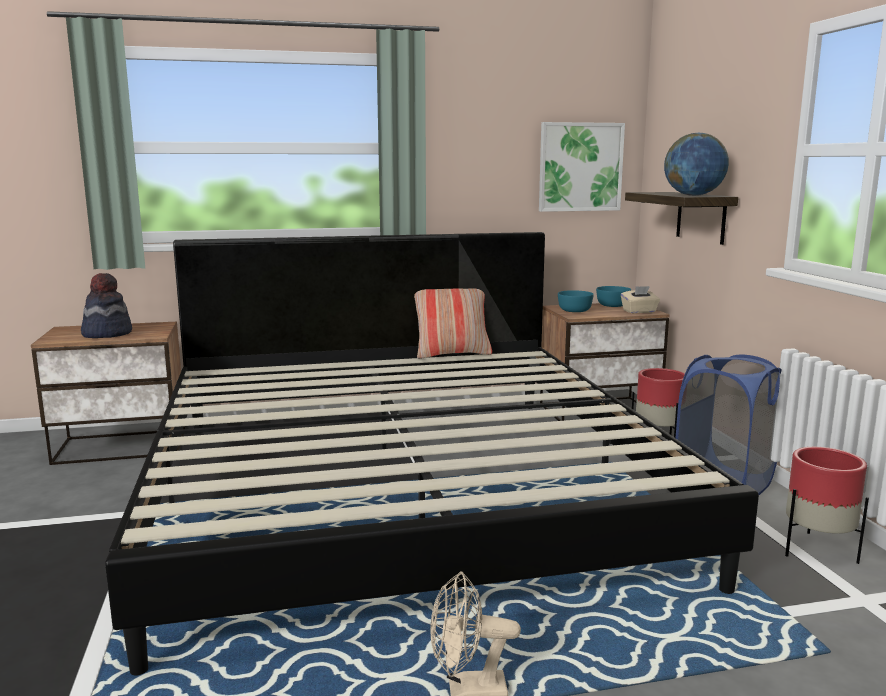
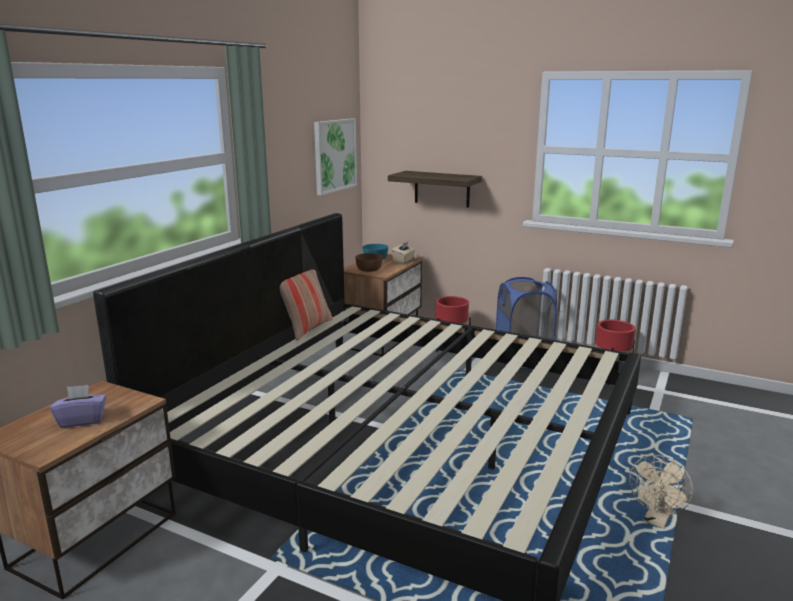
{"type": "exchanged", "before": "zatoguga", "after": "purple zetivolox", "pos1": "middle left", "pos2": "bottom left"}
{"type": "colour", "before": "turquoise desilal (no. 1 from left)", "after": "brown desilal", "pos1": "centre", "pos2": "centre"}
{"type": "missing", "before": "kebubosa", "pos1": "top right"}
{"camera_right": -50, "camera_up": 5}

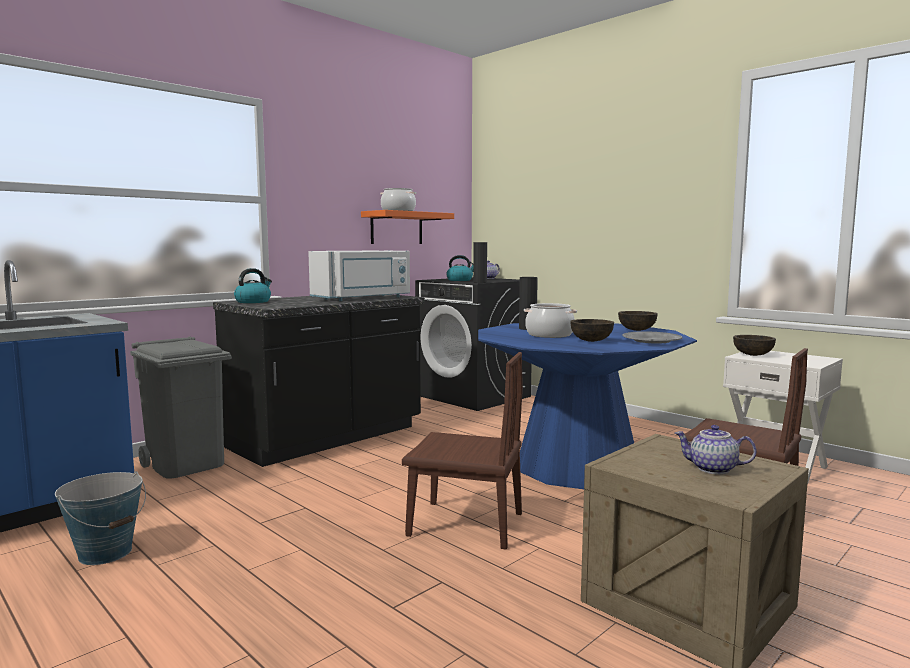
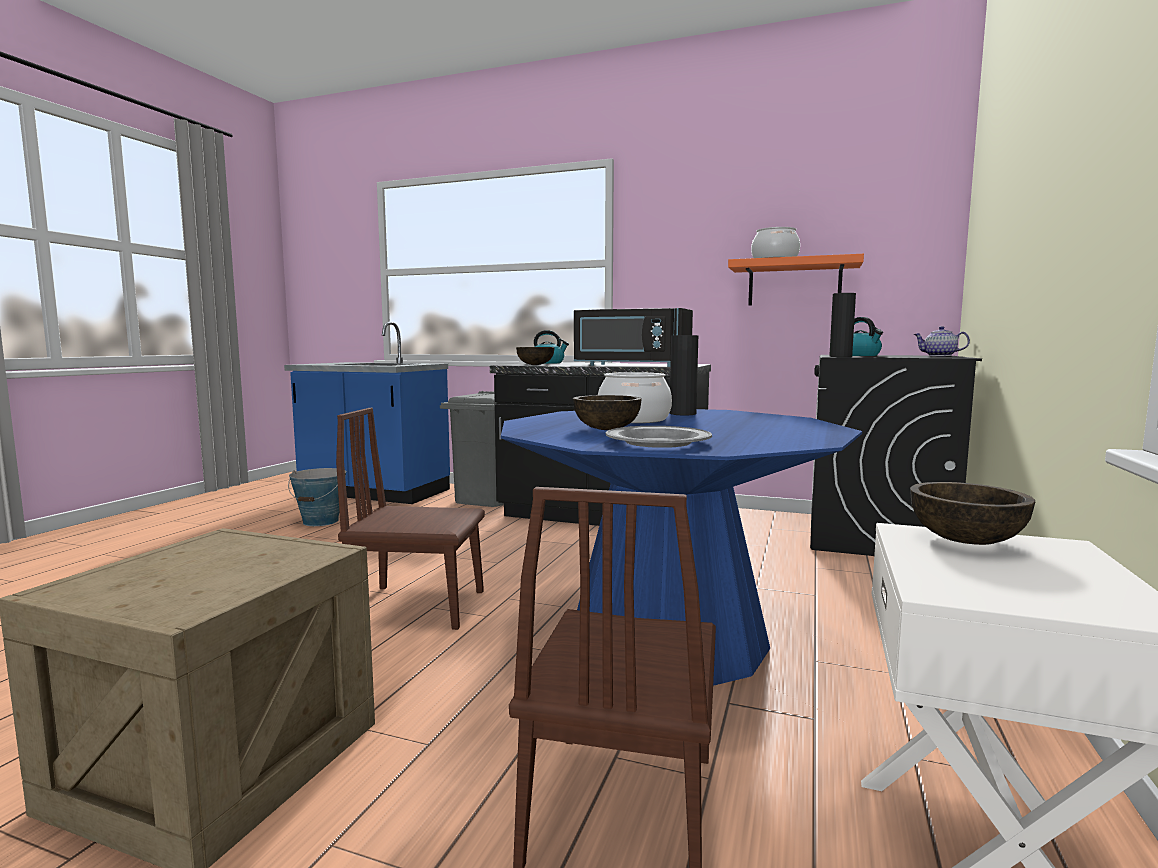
{"type": "colour", "before": "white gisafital", "after": "black gisafital", "pos1": "centre", "pos2": "centre"}
{"type": "spun", "before": "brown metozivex (no. 1 from left)", "pos1": "bottom centre", "pos2": "centre", "turn": 105}
{"type": "relocated", "before": "brown desilal (no. 2 from left in the first image)", "after": "brown desilal (no. 1 from left)", "pos1": "middle right", "pos2": "centre"}
{"type": "missing", "before": "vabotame (no. 2 from left)", "pos1": "bottom right"}
{"camera_right": 65, "camera_up": 0}

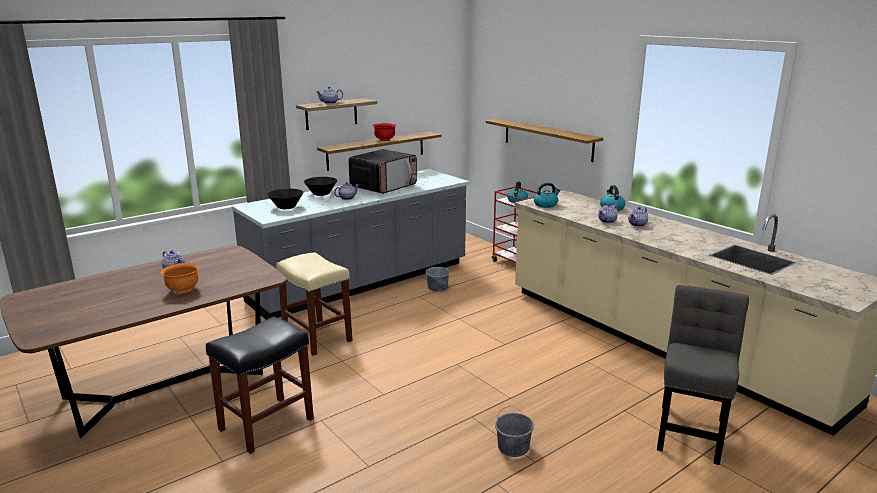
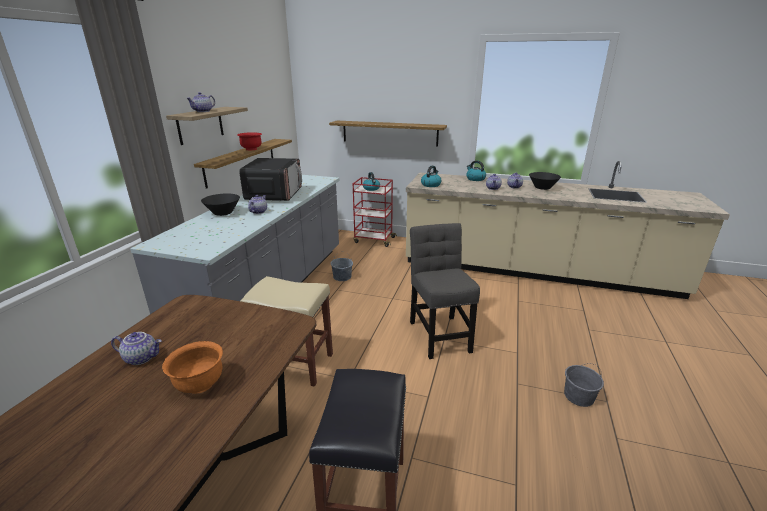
{"type": "relocated", "before": "black desilal (no. 1 from left in the first image)", "after": "black desilal (no. 2 from left)", "pos1": "middle left", "pos2": "middle right"}
{"type": "relocated", "before": "grey metozivex", "pos1": "bottom right", "pos2": "centre"}
{"camera_right": -35, "camera_up": 5}

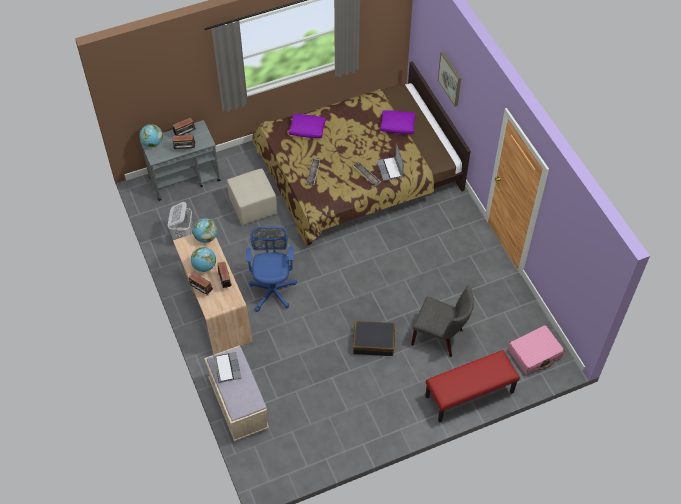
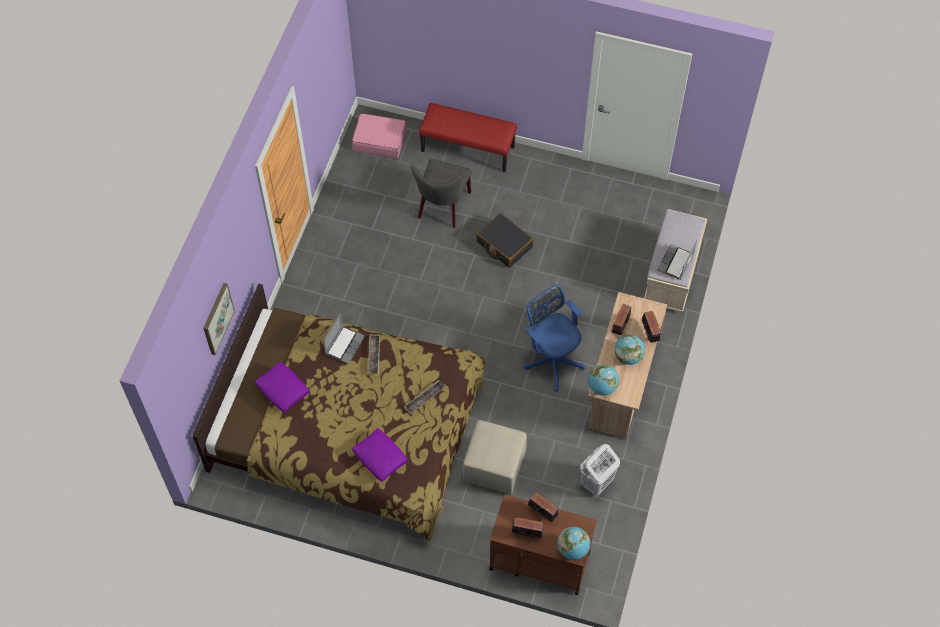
{"type": "colour", "before": "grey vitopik", "after": "brown vitopik", "pos1": "top left", "pos2": "bottom centre"}
{"type": "spun", "before": "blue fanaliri", "pos1": "centre", "pos2": "centre", "turn": 105}
{"type": "spun", "before": "grey metozivex", "pos1": "centre", "pos2": "top centre", "turn": -135}
{"camera_right": -140, "camera_up": 5}

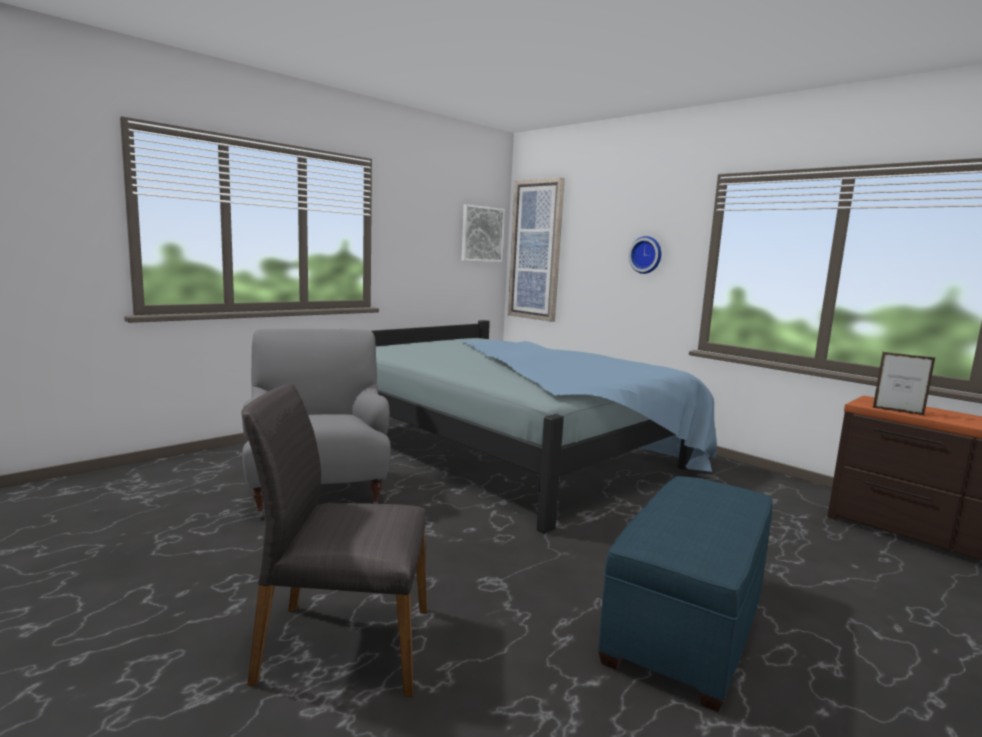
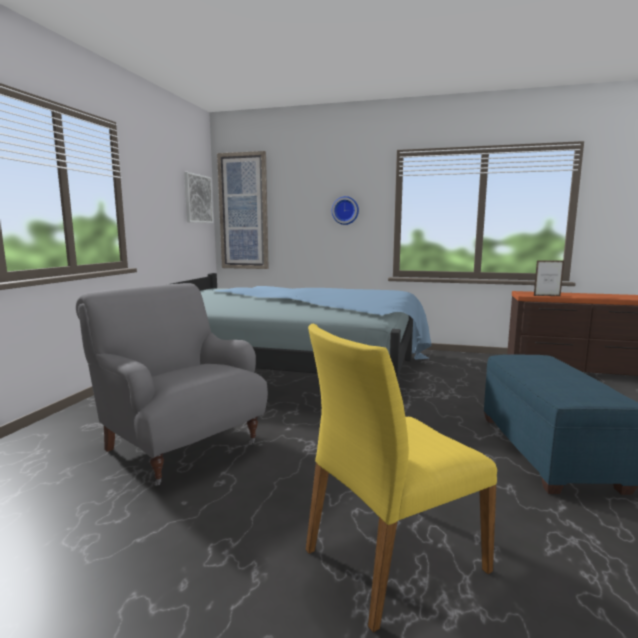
{"type": "colour", "before": "grey metozivex", "after": "yellow metozivex", "pos1": "bottom centre", "pos2": "bottom centre"}
{"camera_right": -30, "camera_up": 0}

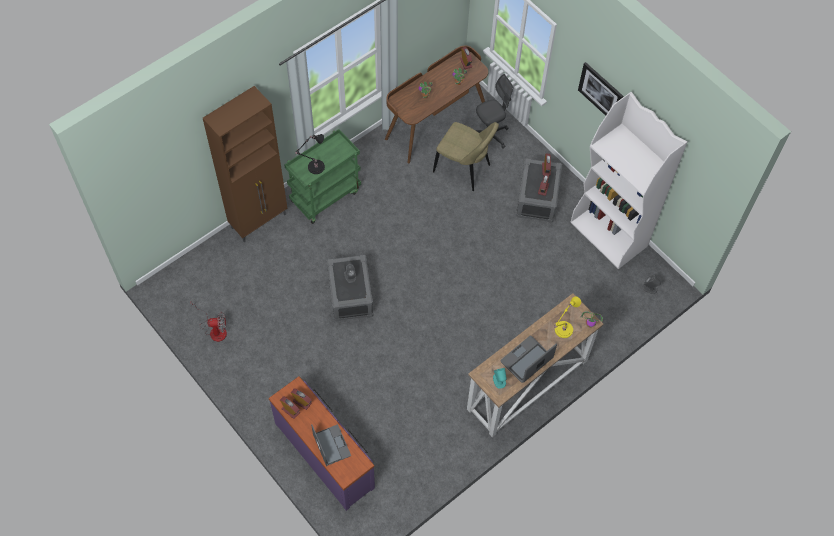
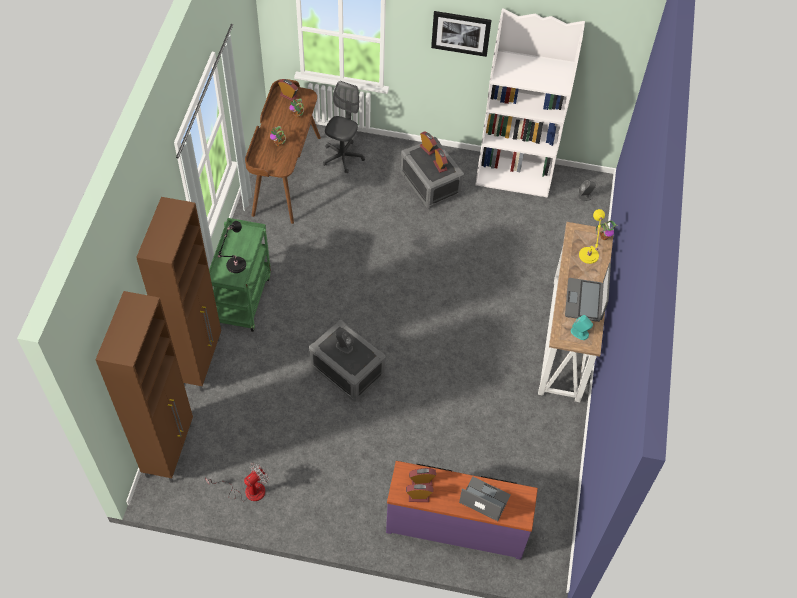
{"type": "missing", "before": "beige metozivex", "pos1": "top centre"}
{"type": "appeared", "after": "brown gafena (no. 1 from left)", "pos2": "middle left"}
{"camera_right": -40, "camera_up": -5}

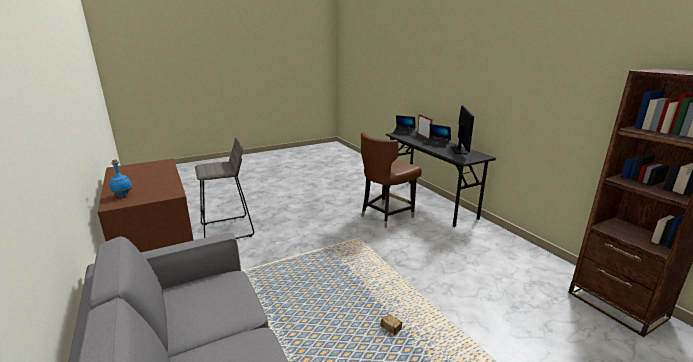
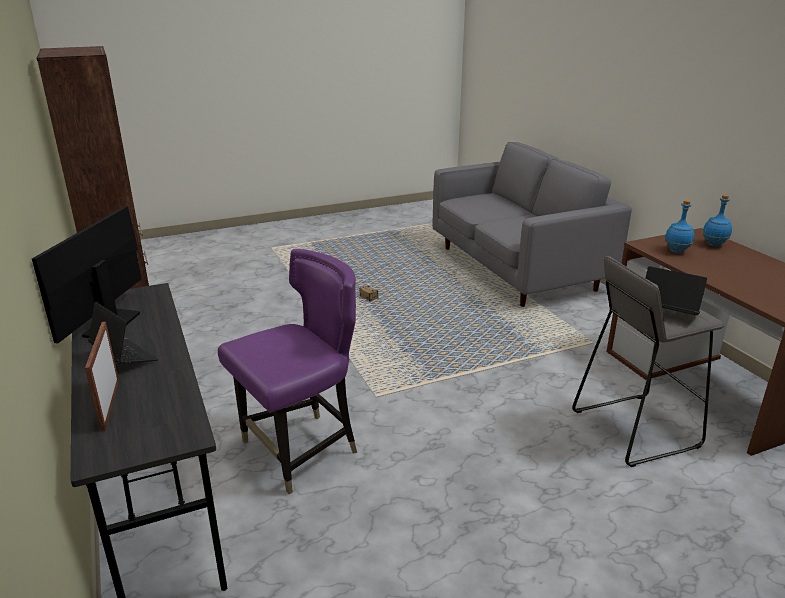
{"type": "colour", "before": "brown metozivex", "after": "purple metozivex", "pos1": "centre", "pos2": "centre"}
{"type": "relocated", "before": "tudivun (no. 1 from left in the first image)", "after": "tudivun (no. 2 from left)", "pos1": "centre", "pos2": "middle right"}
{"type": "appeared", "after": "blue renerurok (no. 1 from left)", "pos2": "middle right"}
{"camera_right": -175, "camera_up": 5}

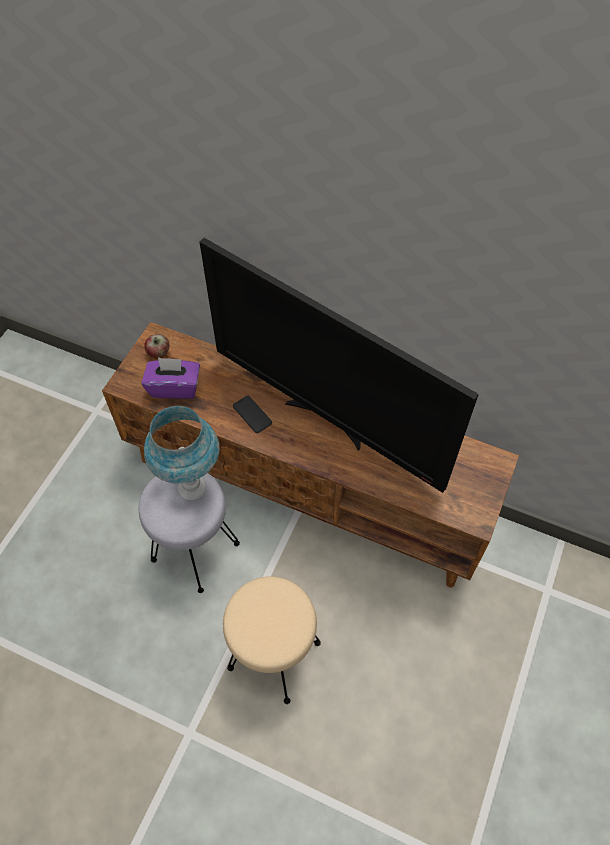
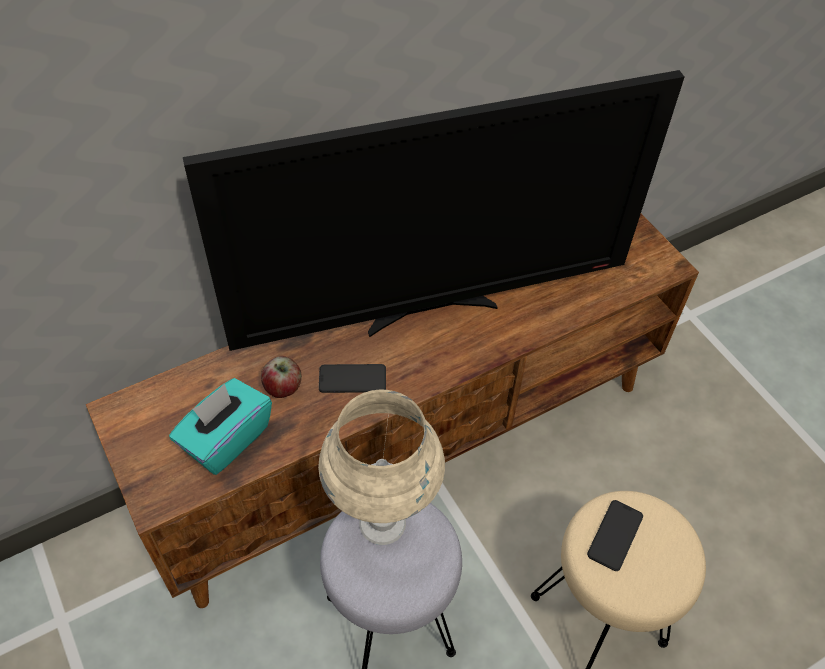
{"type": "colour", "before": "purple zetivolox", "after": "turquoise zetivolox", "pos1": "middle left", "pos2": "middle left"}
{"type": "relocated", "before": "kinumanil", "pos1": "middle left", "pos2": "centre"}
{"type": "colour", "before": "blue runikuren", "after": "beige runikuren", "pos1": "middle left", "pos2": "bottom centre"}
{"type": "appeared", "after": "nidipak (no. 2 from left)", "pos2": "bottom right"}
{"camera_right": -55, "camera_up": -5}

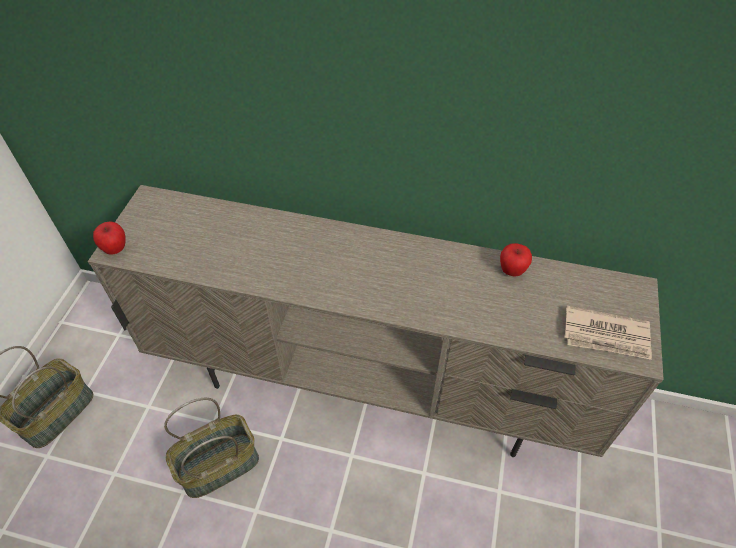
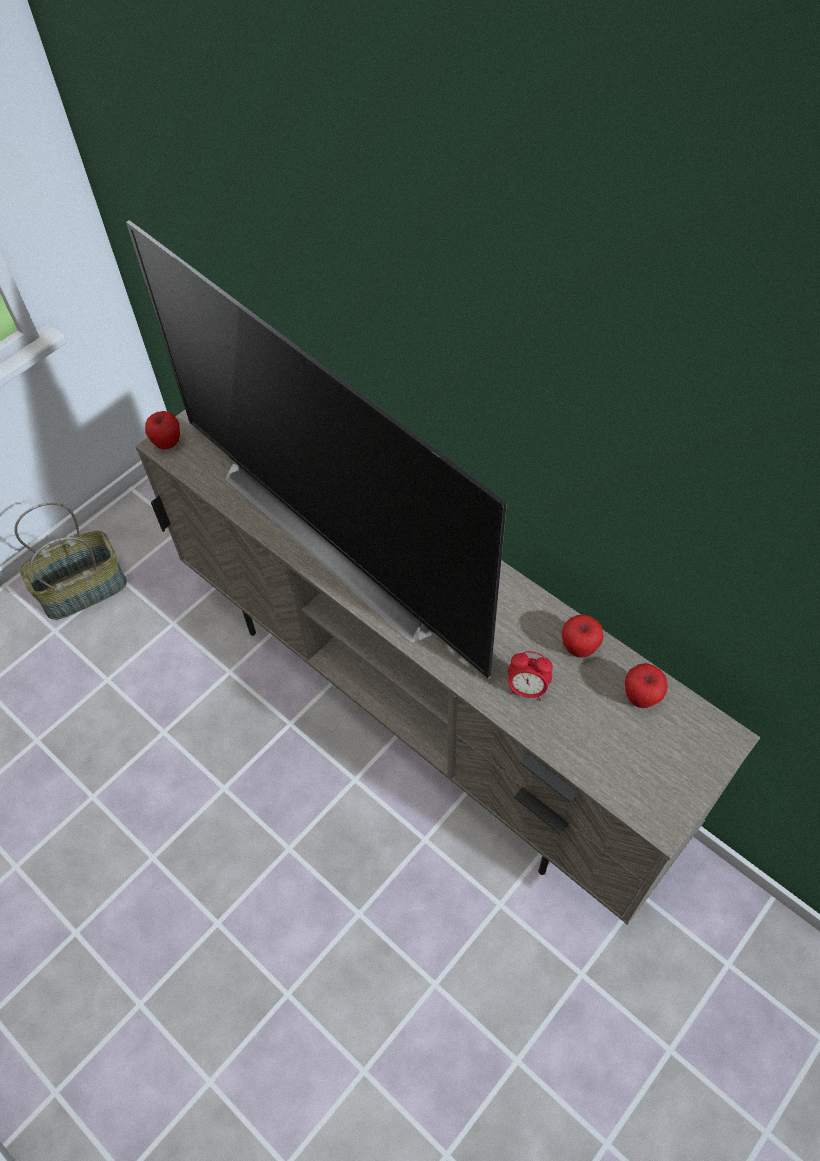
{"type": "missing", "before": "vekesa (no. 2 from left)", "pos1": "bottom left"}
{"type": "missing", "before": "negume", "pos1": "middle right"}
{"type": "appeared", "after": "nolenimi", "pos2": "centre"}
{"type": "appeared", "after": "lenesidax", "pos2": "centre"}
{"type": "appeared", "after": "kinumanil (no. 3 from left)", "pos2": "middle right"}
{"camera_right": 30, "camera_up": 5}

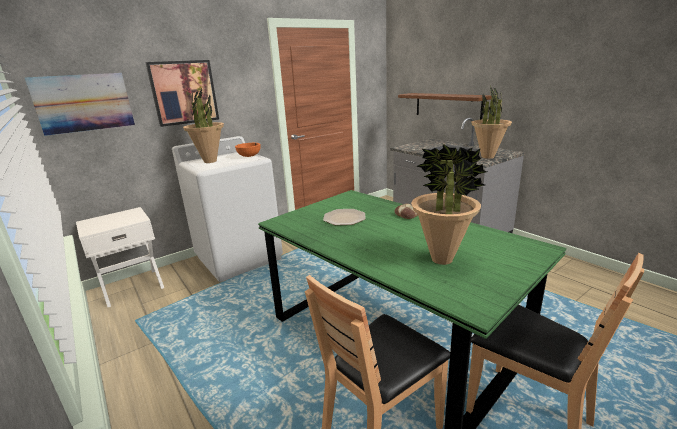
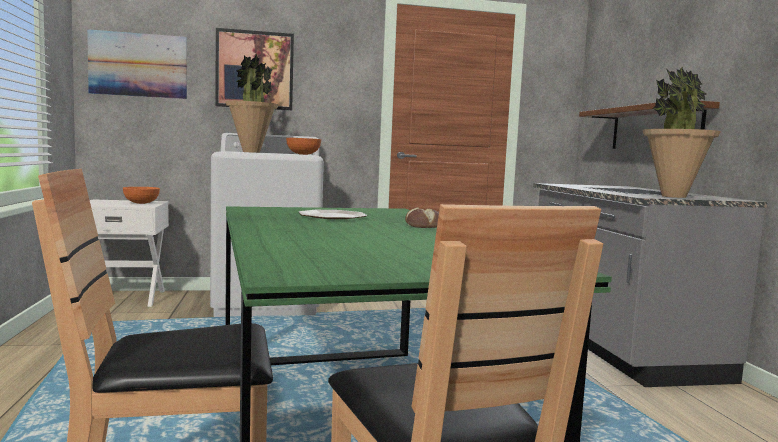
{"type": "missing", "before": "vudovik (no. 2 from left)", "pos1": "centre"}
{"type": "appeared", "after": "orange desilal (no. 1 from left)", "pos2": "middle left"}
{"camera_right": 25, "camera_up": -15}

